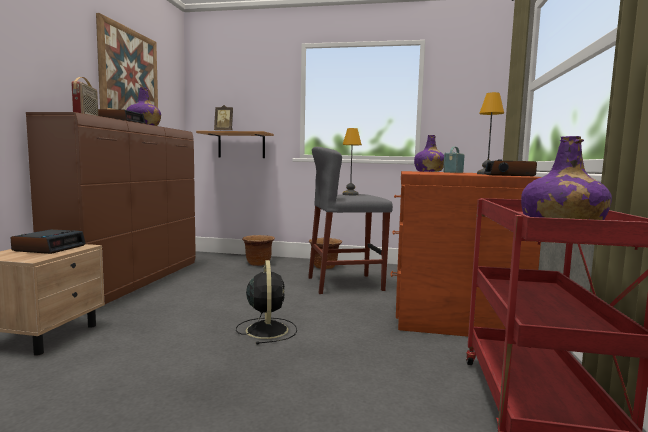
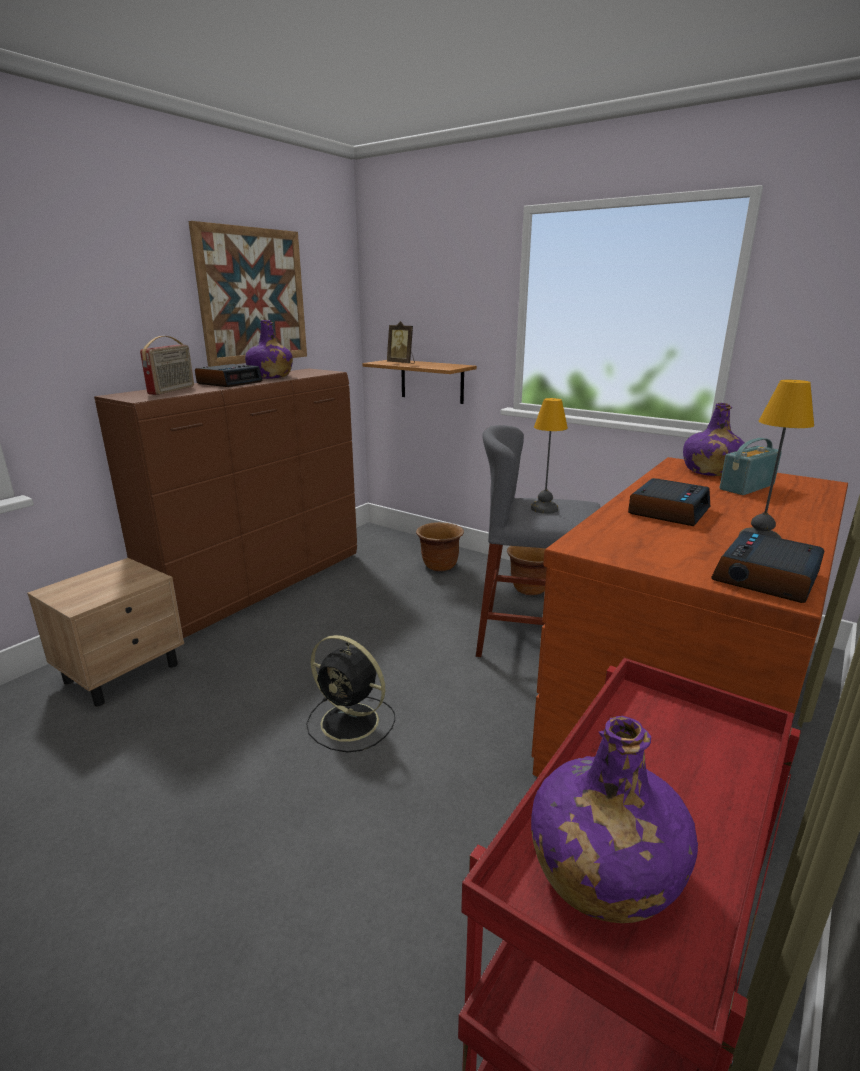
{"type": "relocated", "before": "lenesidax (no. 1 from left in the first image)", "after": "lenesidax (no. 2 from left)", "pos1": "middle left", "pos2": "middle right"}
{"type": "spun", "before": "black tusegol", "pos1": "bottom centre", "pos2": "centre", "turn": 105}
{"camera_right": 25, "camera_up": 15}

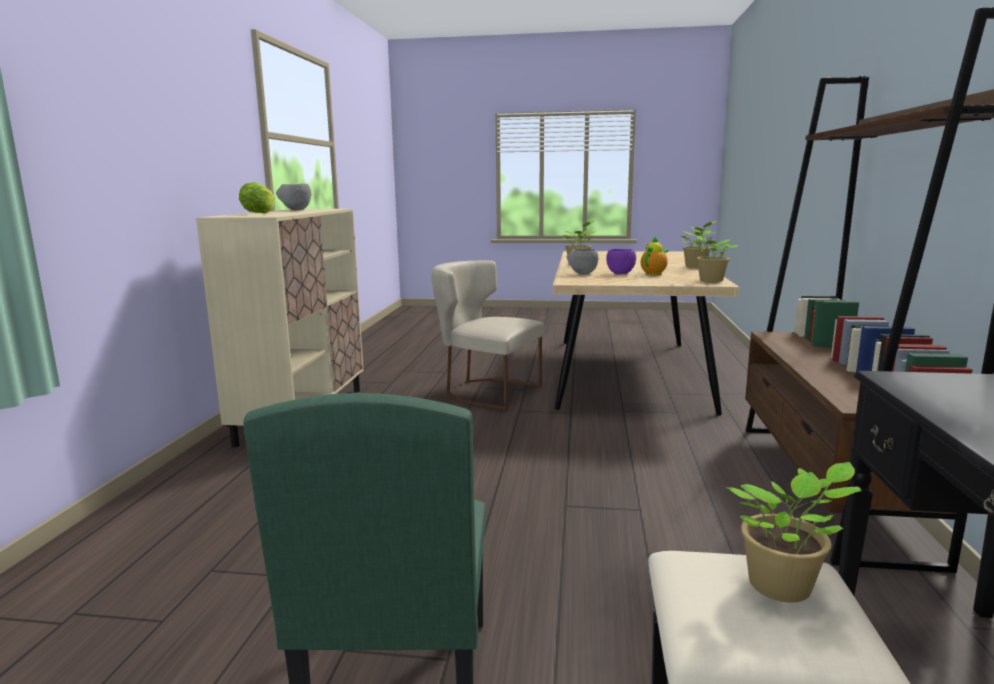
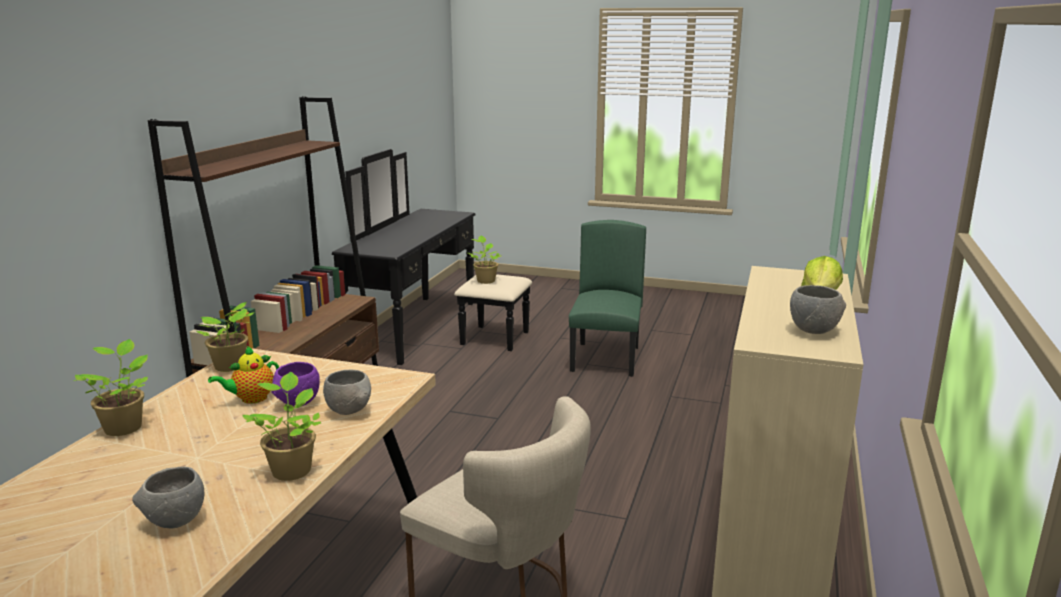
{"type": "appeared", "after": "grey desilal (no. 1 from left)", "pos2": "bottom left"}
{"camera_right": -170, "camera_up": 5}

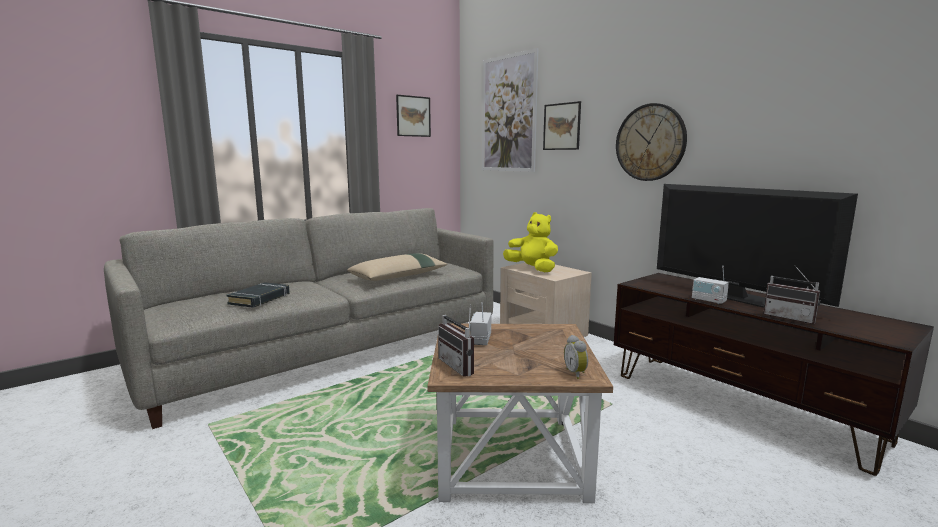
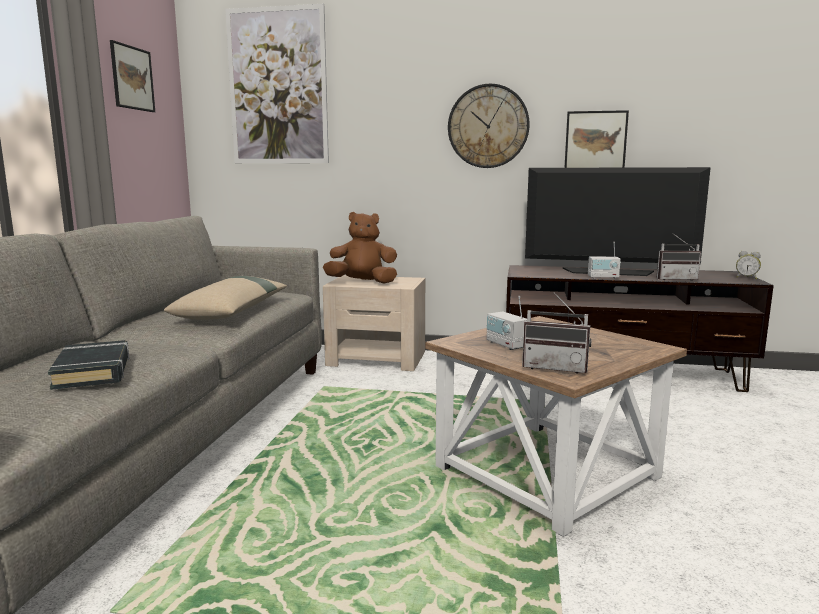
{"type": "colour", "before": "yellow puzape", "after": "brown puzape", "pos1": "centre", "pos2": "centre"}
{"type": "relocated", "before": "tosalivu (no. 3 from left)", "pos1": "top centre", "pos2": "top right"}
{"type": "relocated", "before": "lenesidax", "pos1": "bottom centre", "pos2": "middle right"}
{"camera_right": -40, "camera_up": 0}

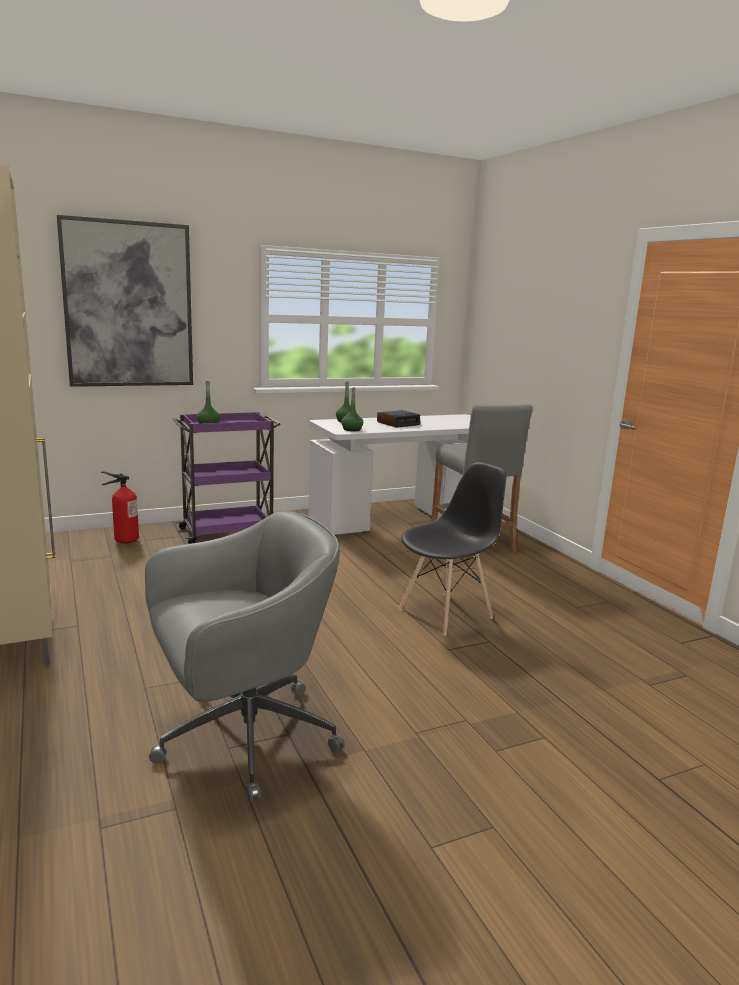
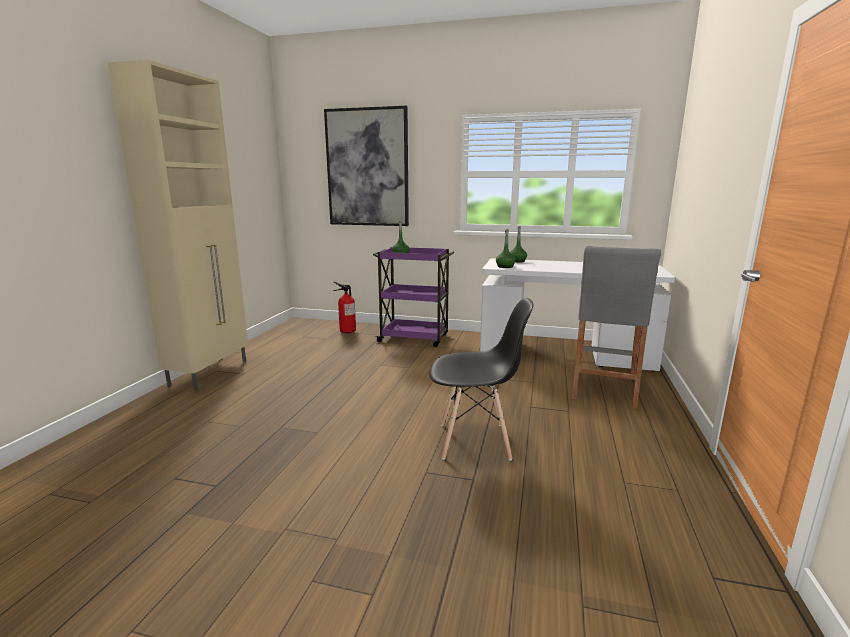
{"type": "missing", "before": "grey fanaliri", "pos1": "middle left"}
{"type": "missing", "before": "lenesidax", "pos1": "centre"}
{"camera_right": 40, "camera_up": 0}

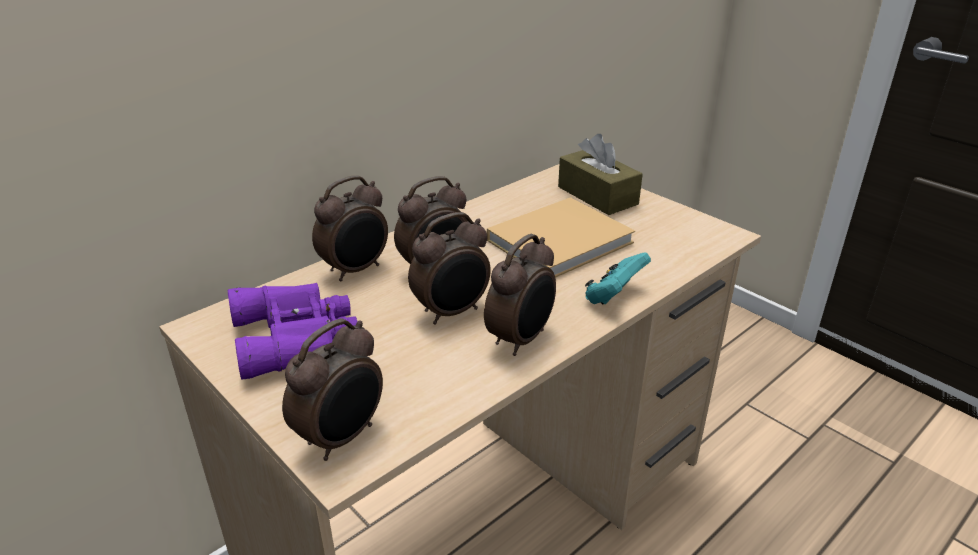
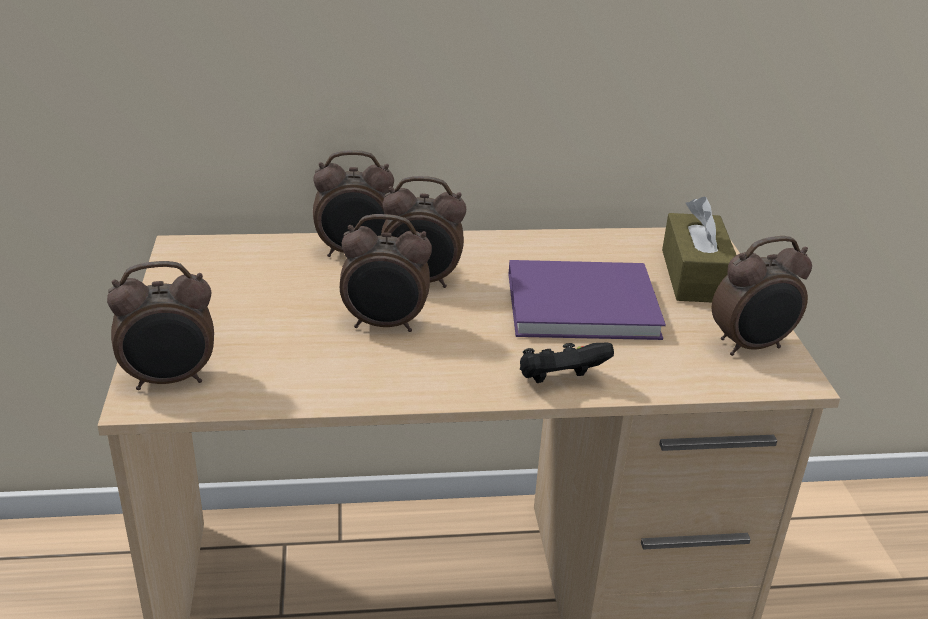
{"type": "missing", "before": "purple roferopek", "pos1": "middle left"}
{"type": "relocated", "before": "lenesidax (no. 5 from left)", "pos1": "centre", "pos2": "middle right"}
{"type": "colour", "before": "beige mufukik", "after": "purple mufukik", "pos1": "centre", "pos2": "centre"}
{"type": "colour", "before": "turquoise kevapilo", "after": "black kevapilo", "pos1": "centre", "pos2": "centre"}
{"camera_right": 35, "camera_up": 0}

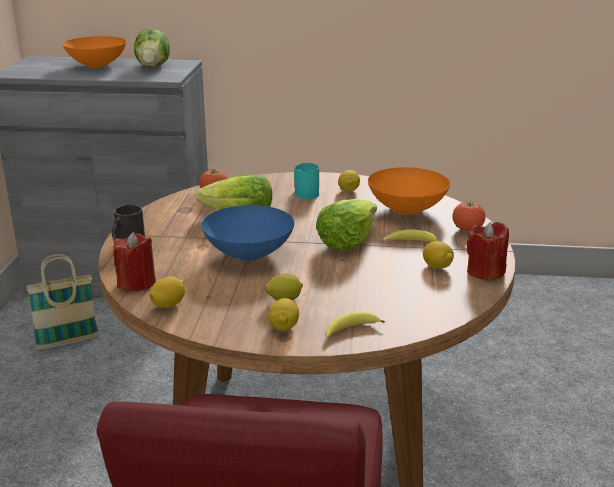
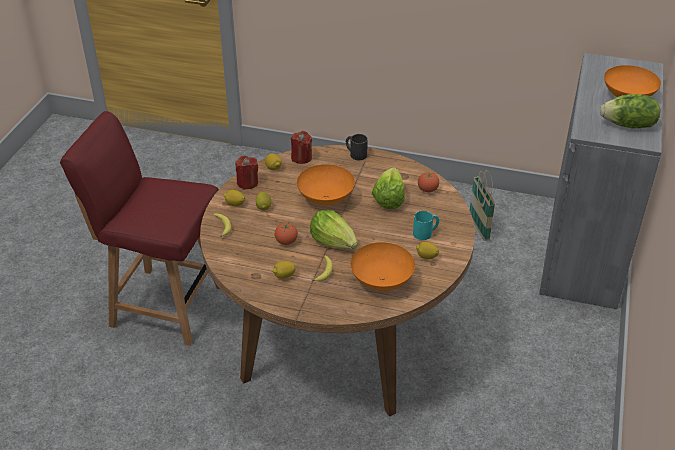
{"type": "colour", "before": "blue desilal", "after": "orange desilal (no. 1 from left)", "pos1": "centre", "pos2": "centre"}
{"type": "relocated", "before": "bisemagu (no. 2 from left in the first image)", "after": "bisemagu (no. 1 from left)", "pos1": "middle right", "pos2": "centre"}
{"type": "relocated", "before": "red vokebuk (no. 2 from left in the first image)", "after": "red vokebuk (no. 1 from left)", "pos1": "middle right", "pos2": "centre"}
{"camera_right": 100, "camera_up": 15}

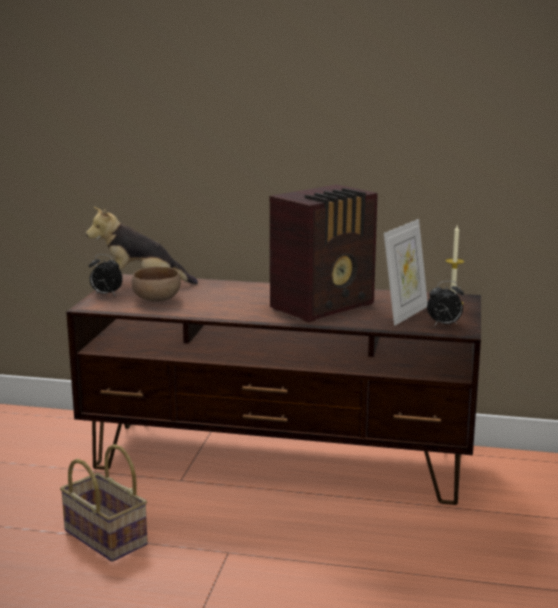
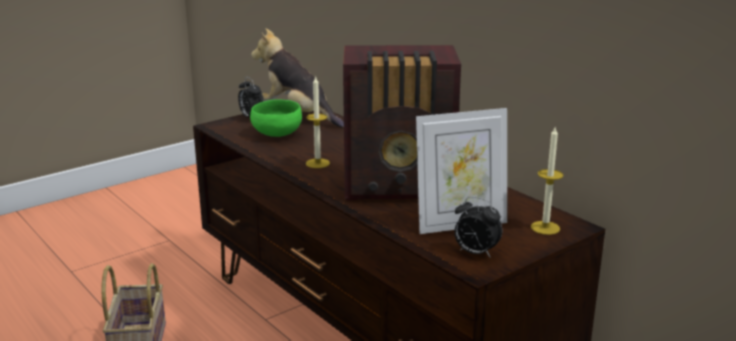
{"type": "colour", "before": "brown desilal", "after": "green desilal", "pos1": "middle left", "pos2": "centre"}
{"type": "appeared", "after": "vokebuk (no. 1 from left)", "pos2": "centre"}
{"camera_right": 40, "camera_up": 5}

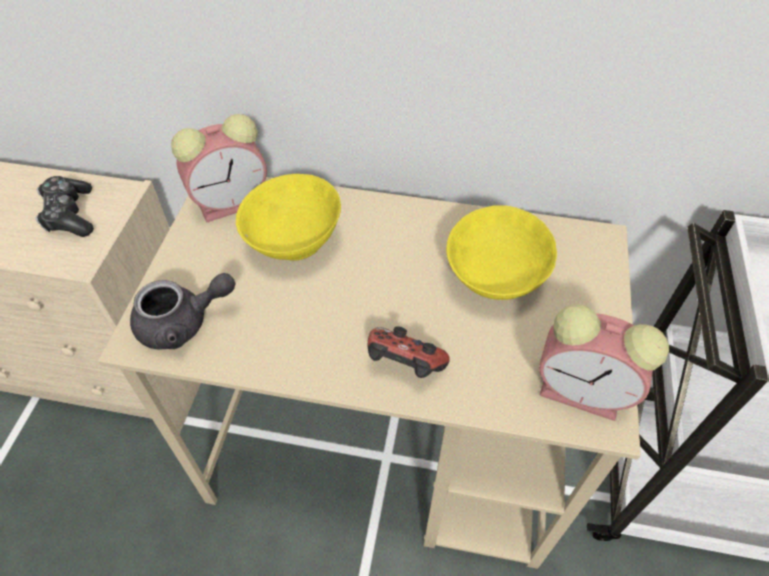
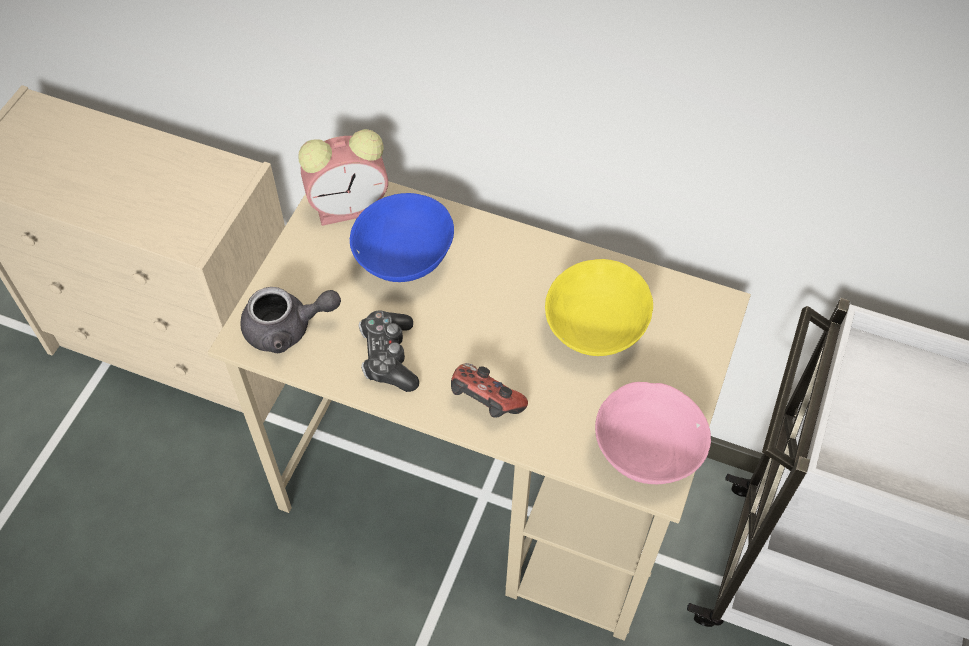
{"type": "relocated", "before": "kevapilo (no. 1 from left)", "pos1": "middle left", "pos2": "centre"}
{"type": "colour", "before": "yellow desilal (no. 1 from left)", "after": "blue desilal", "pos1": "centre", "pos2": "centre"}
{"type": "exchanged", "before": "lenesidax (no. 2 from left)", "after": "pink desilal", "pos1": "middle right", "pos2": "bottom right"}
{"camera_right": 10, "camera_up": 5}

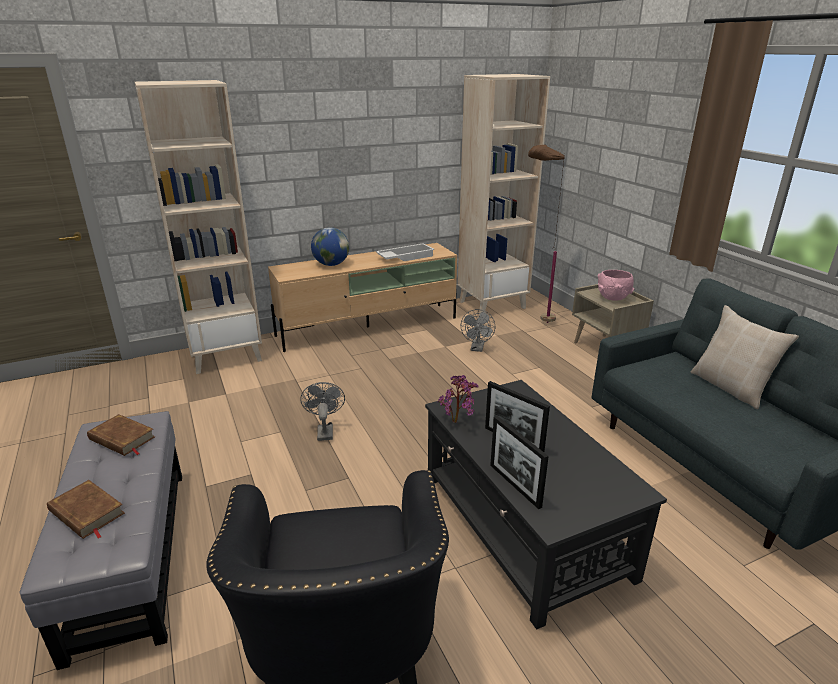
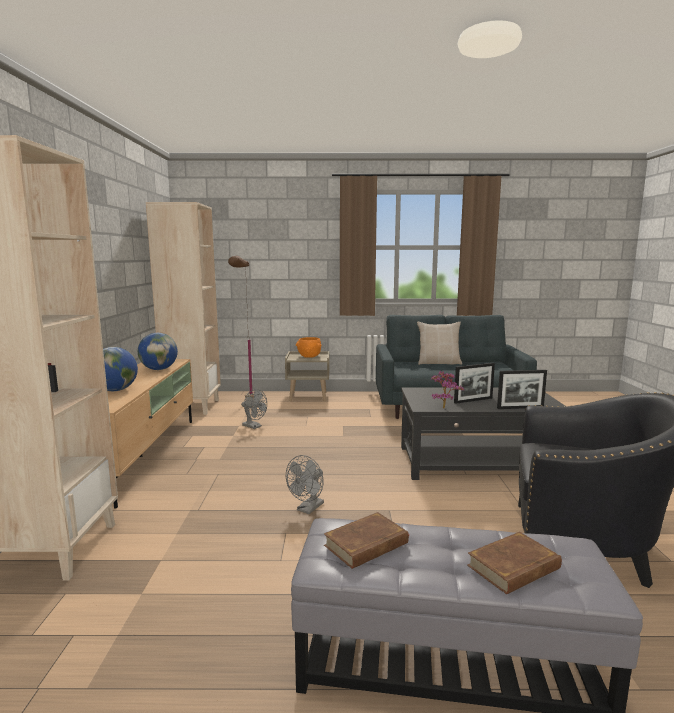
{"type": "spun", "before": "grey tusegol (no. 1 from left in the first image)", "pos1": "centre", "pos2": "bottom centre", "turn": -75}
{"type": "exchanged", "before": "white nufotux", "after": "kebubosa (no. 2 from left)", "pos1": "centre", "pos2": "middle left"}
{"type": "colour", "before": "pink desilal", "after": "orange desilal", "pos1": "middle right", "pos2": "centre"}
{"camera_right": -65, "camera_up": -15}

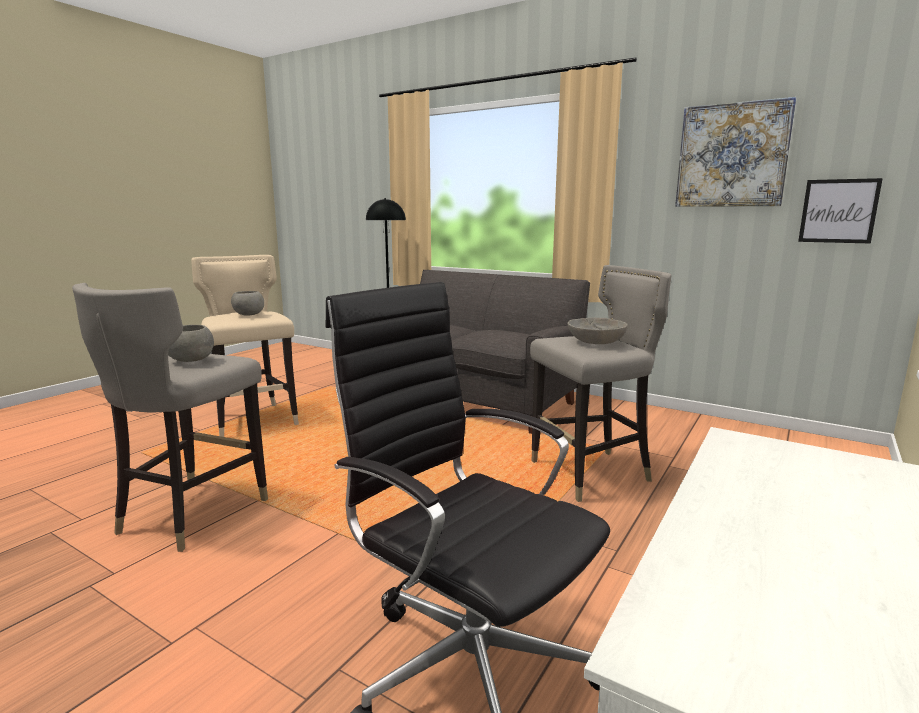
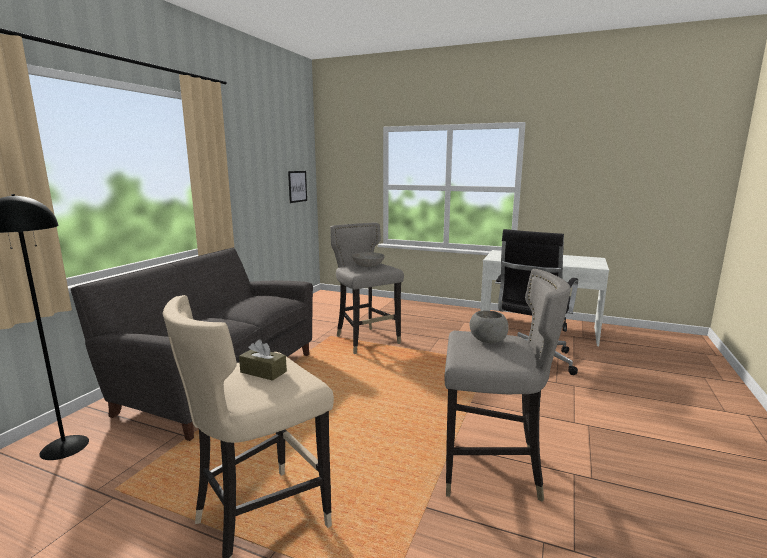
{"type": "exchanged", "before": "grey desilal (no. 2 from left)", "after": "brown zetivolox", "pos1": "middle left", "pos2": "centre"}
{"type": "missing", "before": "tosalivu (no. 1 from left)", "pos1": "top right"}
{"camera_right": -100, "camera_up": 0}

